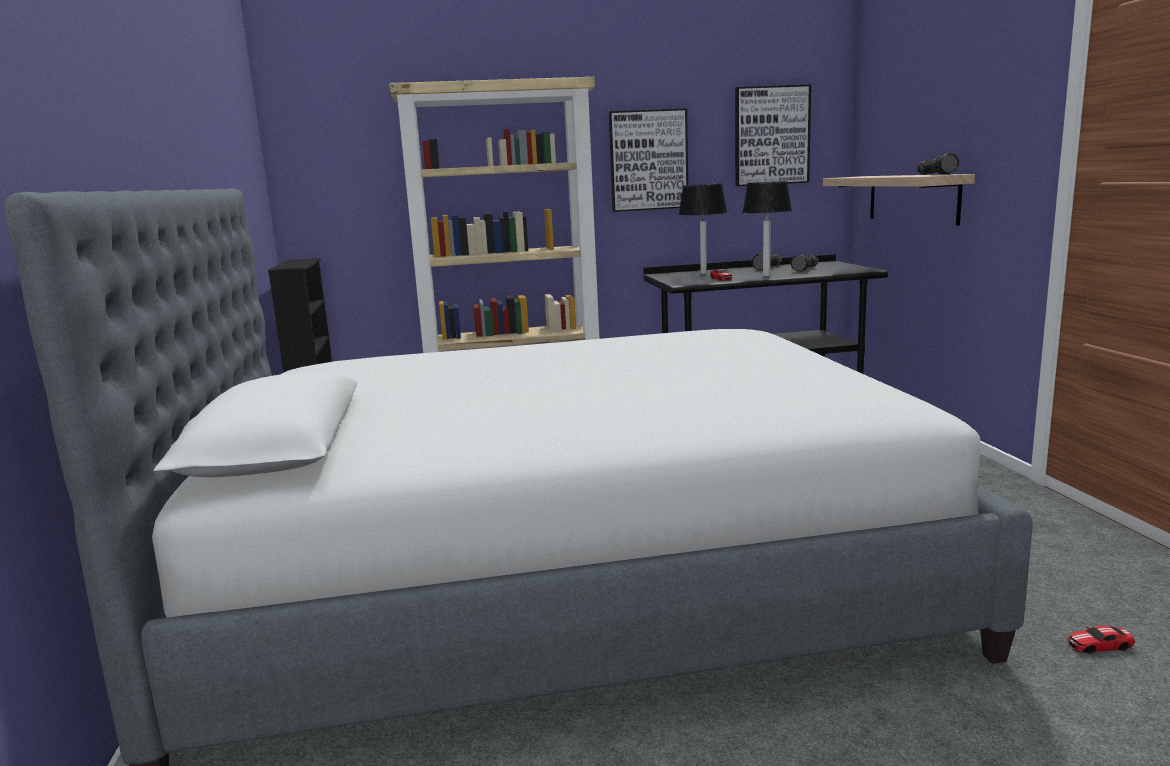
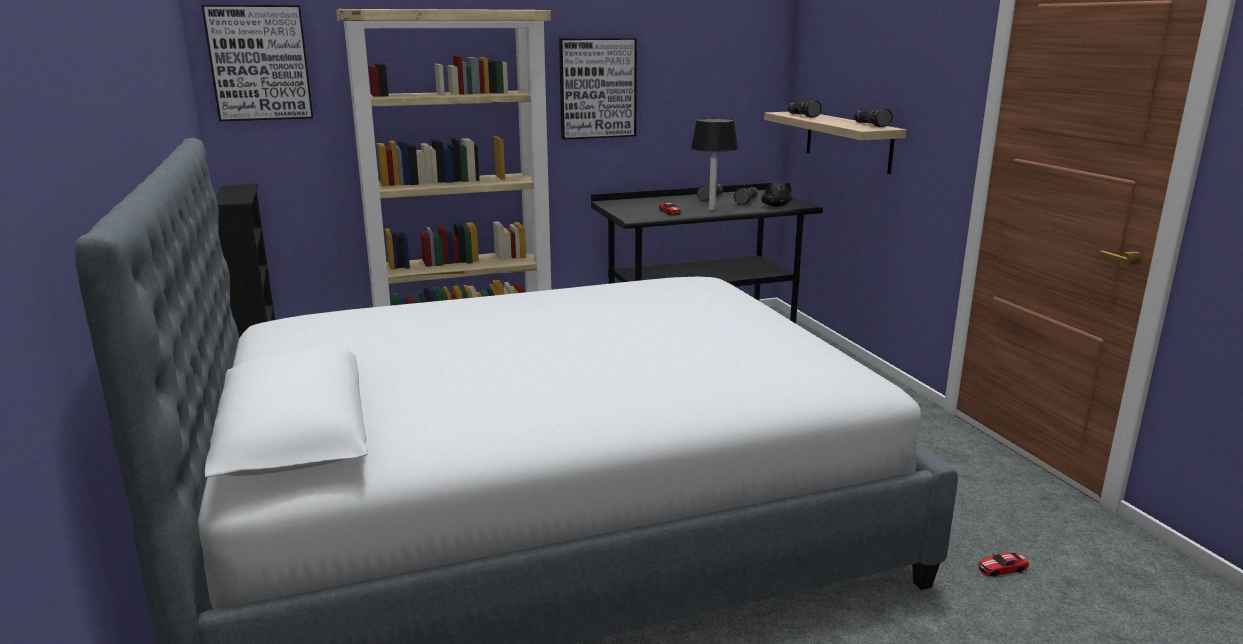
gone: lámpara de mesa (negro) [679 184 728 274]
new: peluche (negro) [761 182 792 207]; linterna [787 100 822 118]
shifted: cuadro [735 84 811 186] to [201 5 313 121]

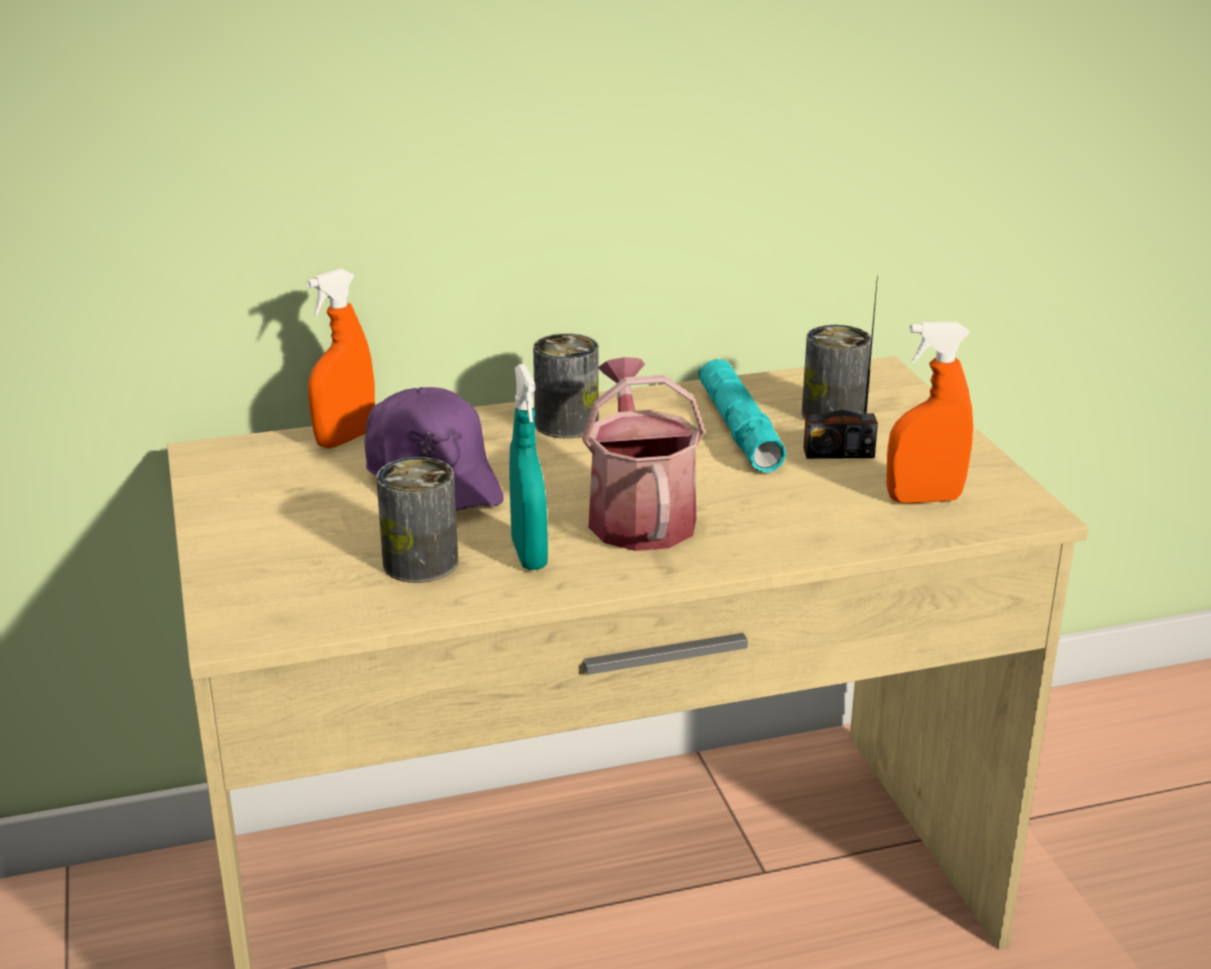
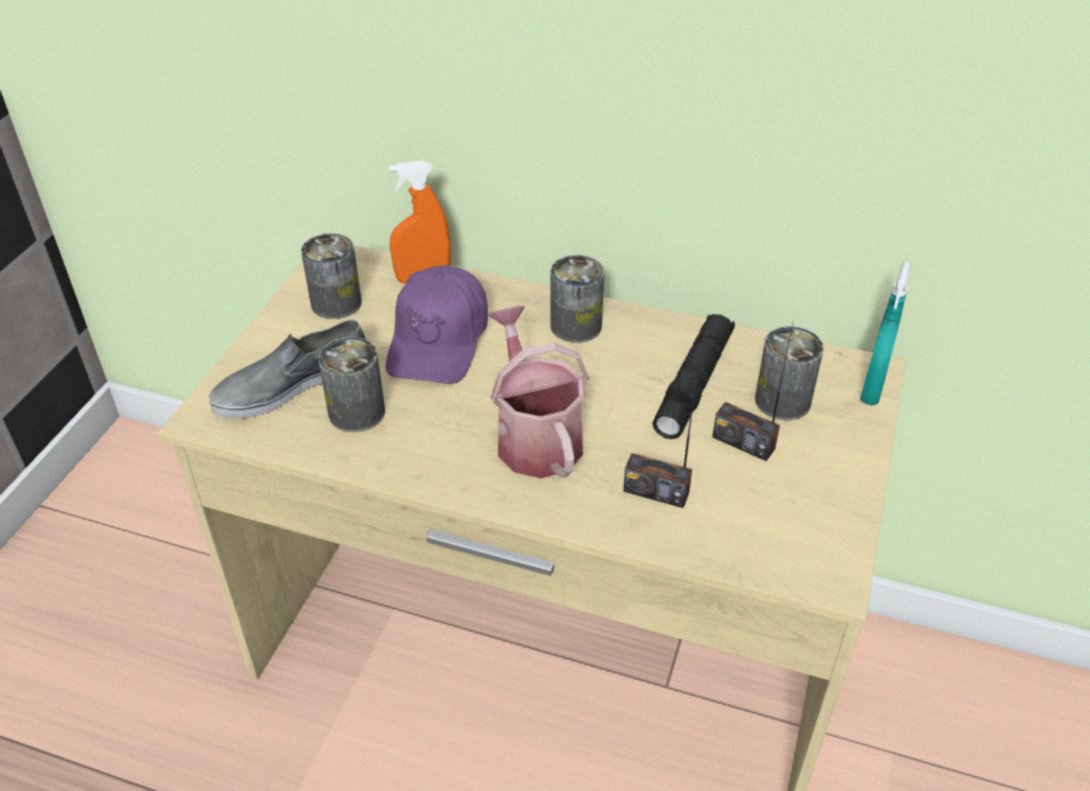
gone: pulverizador (naranja) [886 322 973 503]
new: zapato (gris) [209 319 366 419]; lata [301 233 362 319]; radio [623 365 698 508]
shifted: pulverizador (turquesa) [509 364 548 570] to [860 262 912 405]
repainted: linterna (turquesa) [698 359 786 473] to linterna (negro) [652 314 735 439]
rotated: regadera [582 357 706 551] = [487 306 589 478] 45 degrees counterclockwise

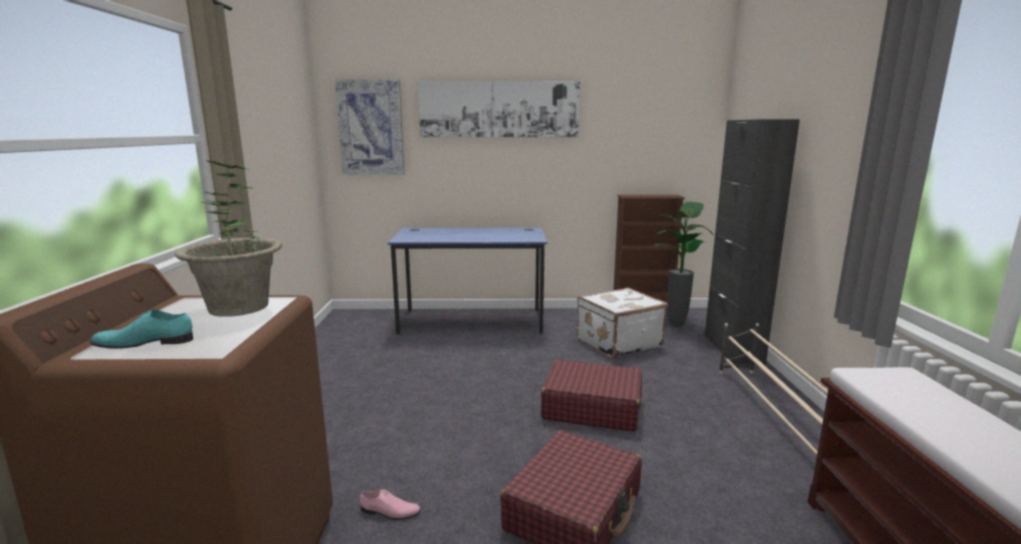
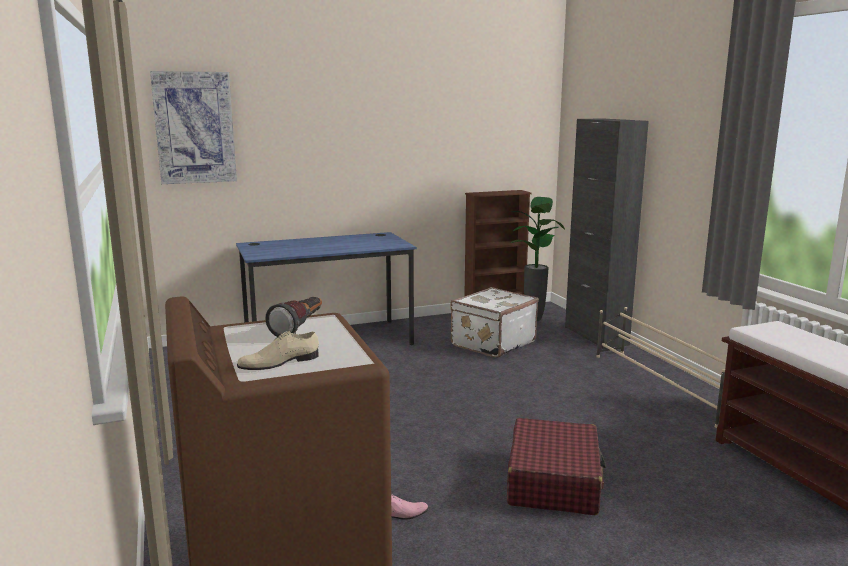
gone: cuadro [418 81 580 137]; maleta (rojo) [541 360 642 432]
swapped: planta en maceta [175 161 282 317] to linterna [265 297 322 337]
repainted: zapato (turquesa) [90 309 193 349] to zapato (beis) [237 331 319 370]

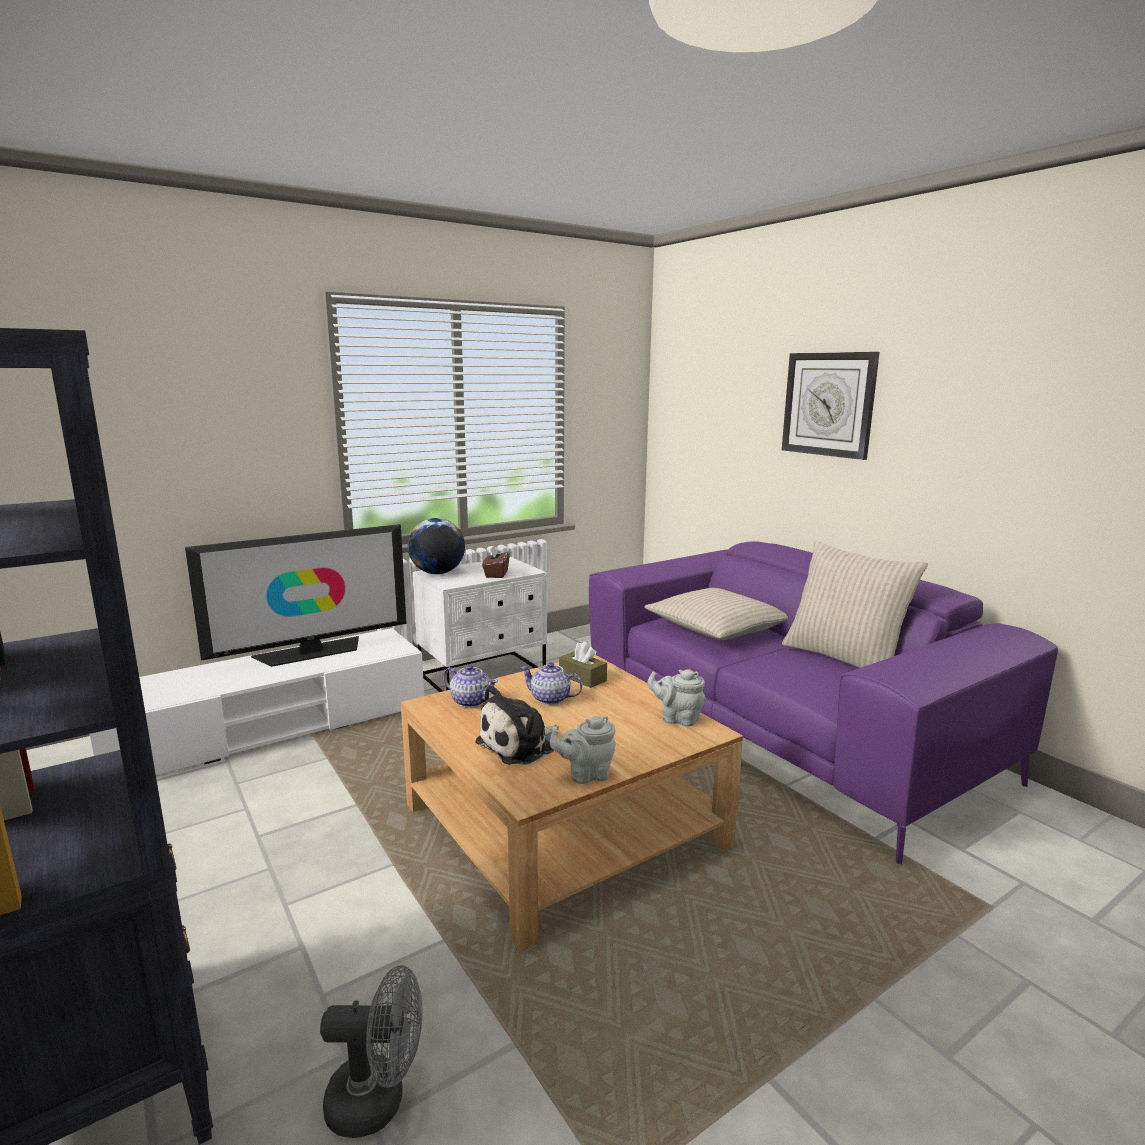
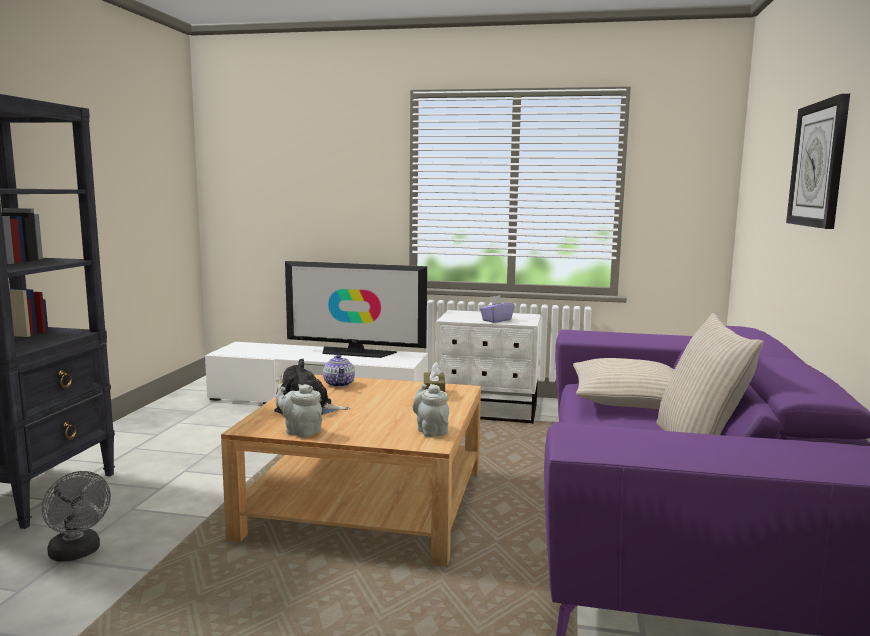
gone: globo terráqueo [408 518 465 574]; tetera [520 662 583 705]
repainted: caja de pañuelos (marrón) [482 546 510 578] to caja de pañuelos (morado) [480 295 515 323]

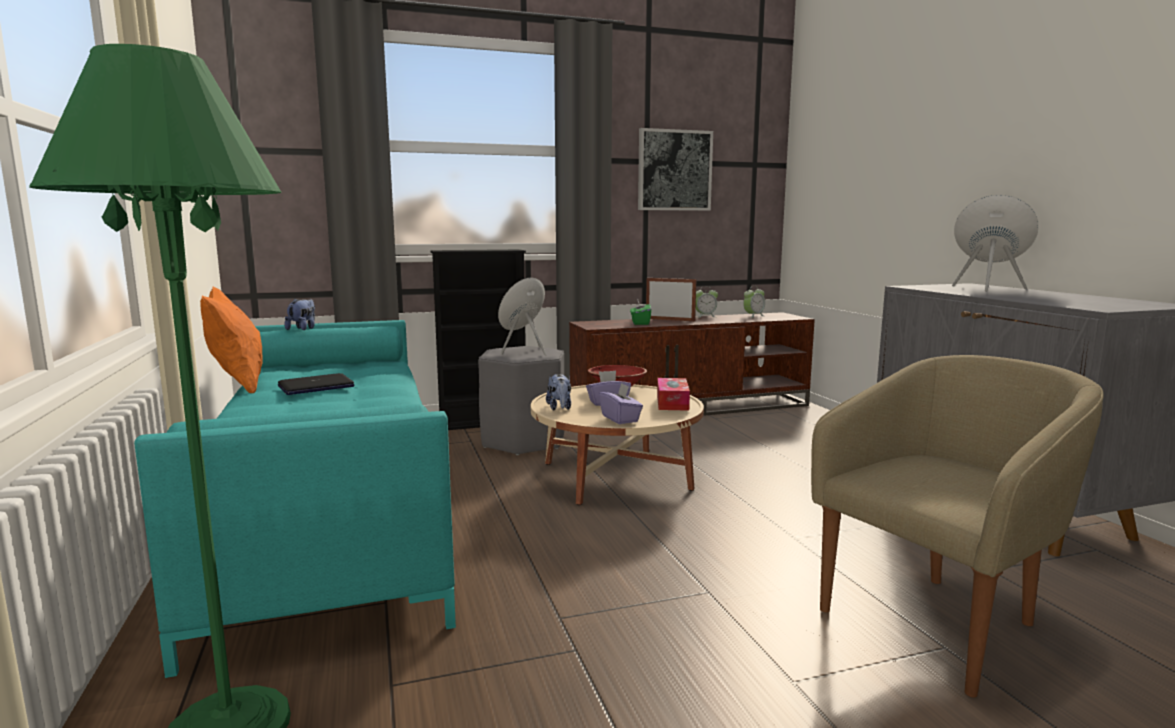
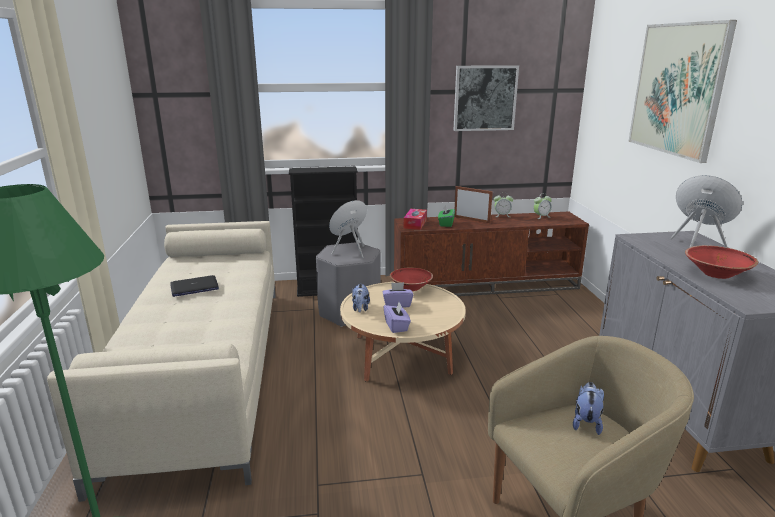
gone: cojín (naranja) [200 287 263 393]
new: cuadro [628 20 737 163]; cuenco (rojo) [685 245 758 279]
shifted: peluche [284 298 315 330] to [573 382 604 435]; caja de pañuelos [657 378 690 411] to [404 209 427 230]
repainted: sofá (turquesa) [134 320 456 678] to sofá (beis) [47 221 276 502]

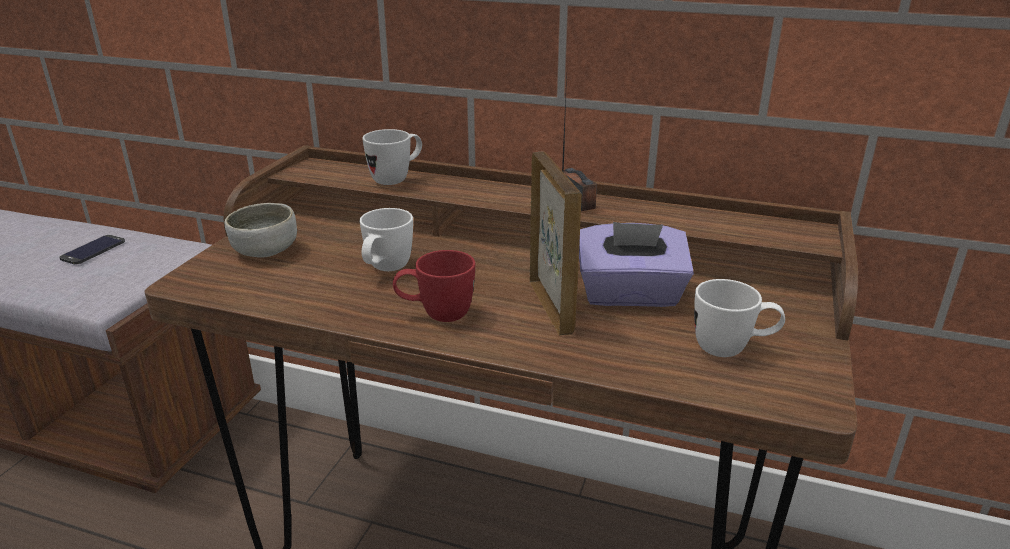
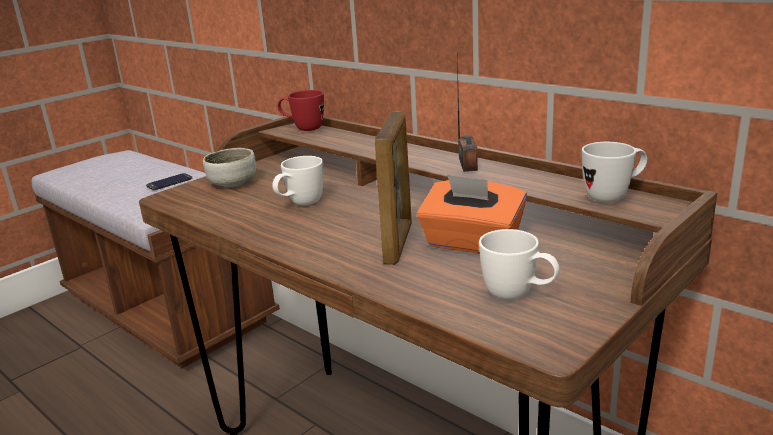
shifted: taza grande (blanco) [362 129 422 185] to [582 142 647 202]; taza grande (rojo) [393 250 475 322] to [278 90 324 131]
repainted: caja de pañuelos (morado) [579 222 694 307] to caja de pañuelos (naranja) [417 174 527 254]

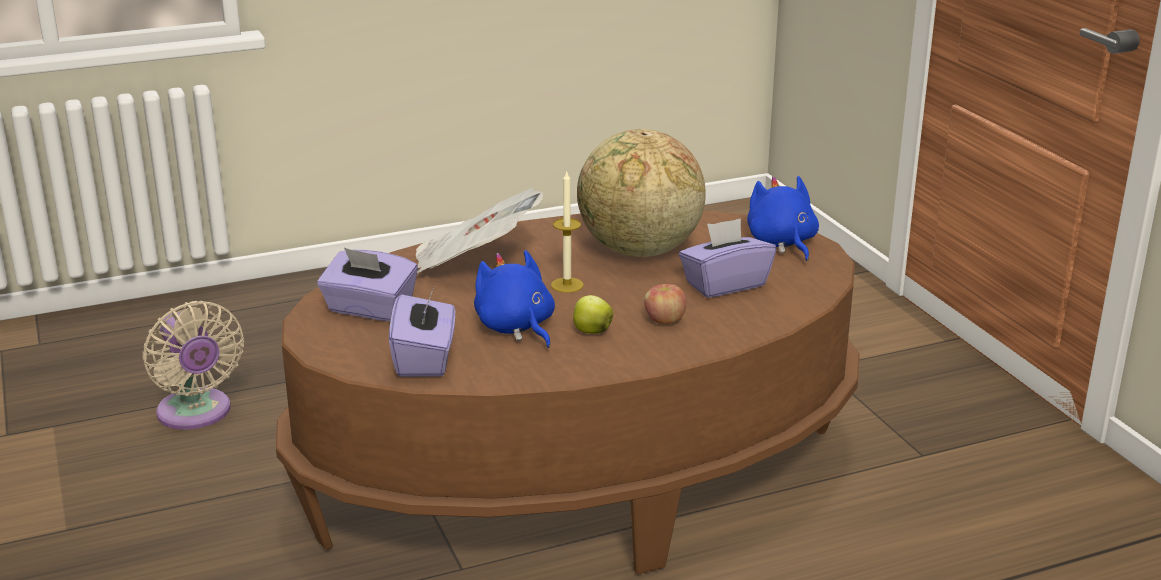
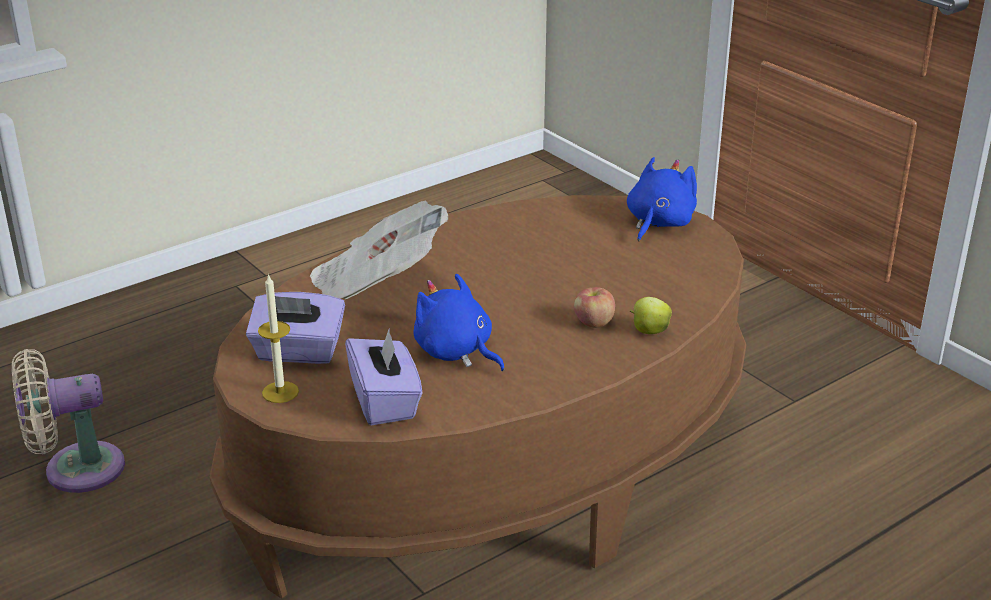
gone: globo terráqueo [577 129 706 257]; caja de pañuelos (morado) [679 218 776 298]
shifted: vela [551 172 584 293] to [258 274 299 403]; manzana [573 295 613 334] to [630 297 672 334]
rotated: ventilador (beis) [142 301 244 430] = [12 349 125 493] 120 degrees clockwise; peluche (azul) [747 176 819 261] = [627 157 697 241] 60 degrees clockwise

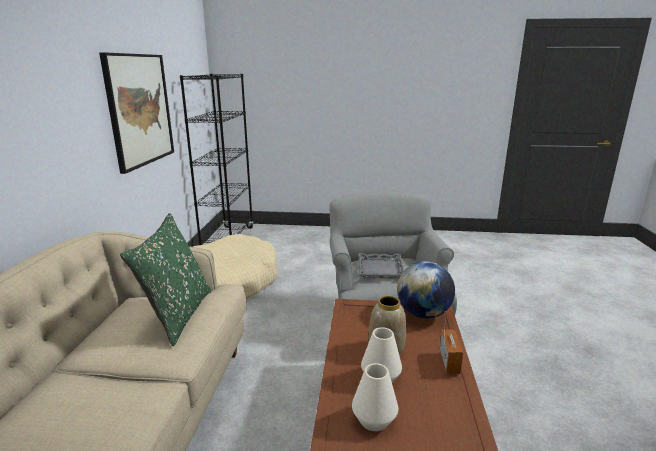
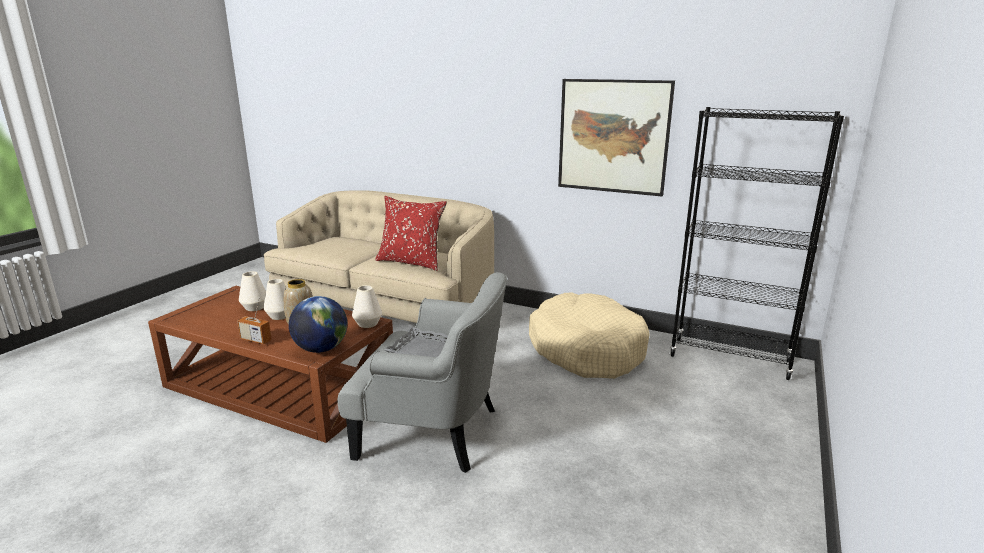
new: florero (blanco) [352 285 382 328]
repainted: cojín (verde) [120 213 211 346] to cojín (rojo) [375 196 447 271]

